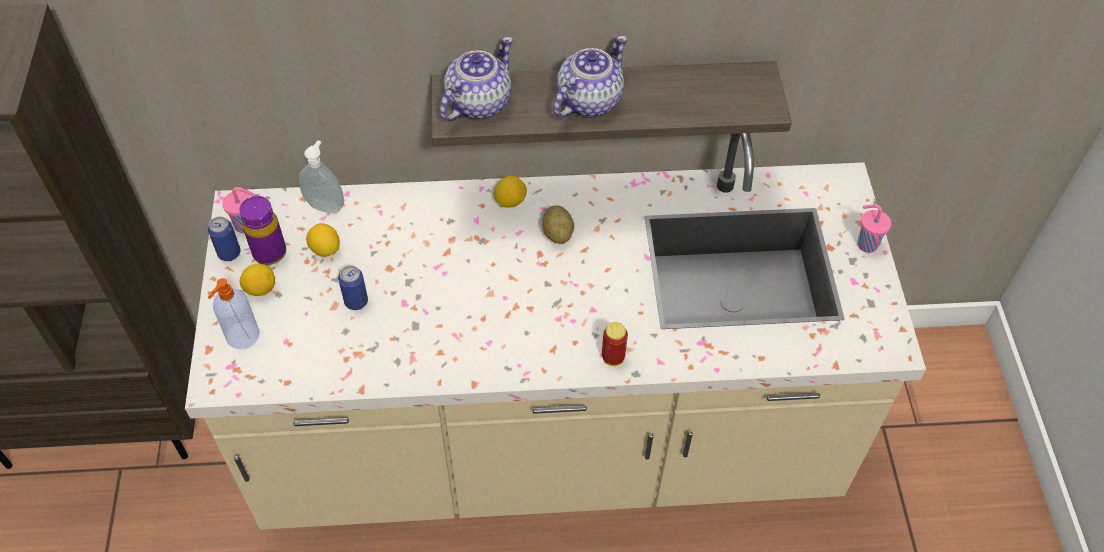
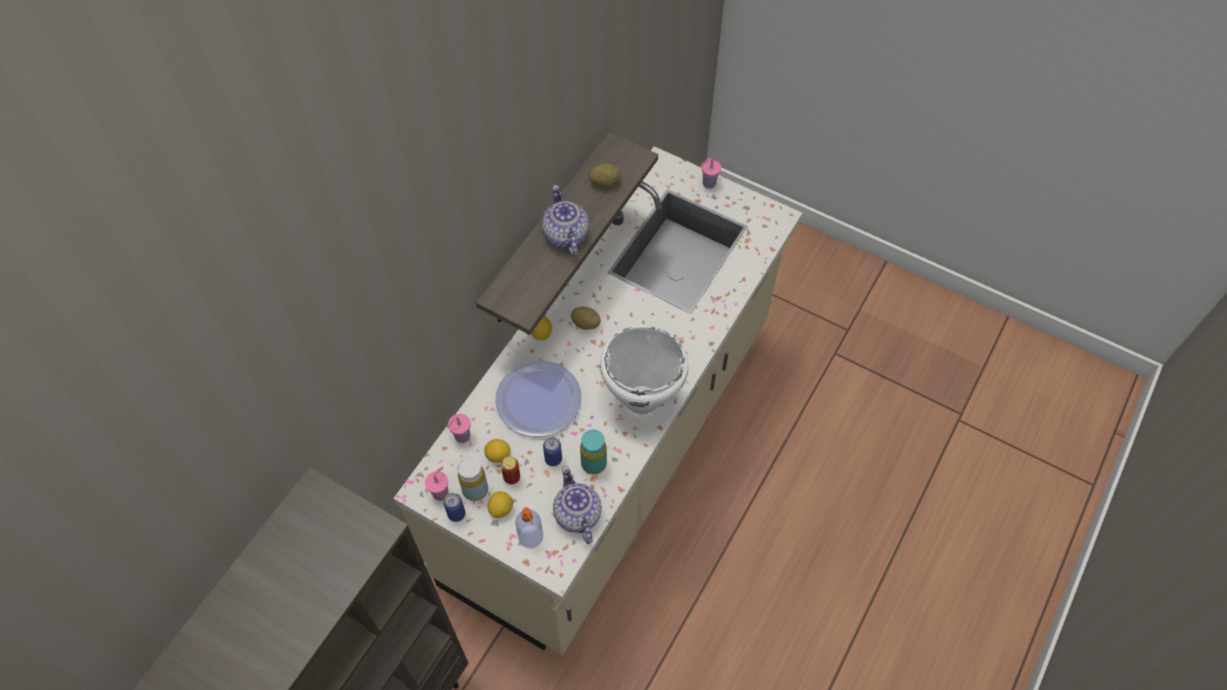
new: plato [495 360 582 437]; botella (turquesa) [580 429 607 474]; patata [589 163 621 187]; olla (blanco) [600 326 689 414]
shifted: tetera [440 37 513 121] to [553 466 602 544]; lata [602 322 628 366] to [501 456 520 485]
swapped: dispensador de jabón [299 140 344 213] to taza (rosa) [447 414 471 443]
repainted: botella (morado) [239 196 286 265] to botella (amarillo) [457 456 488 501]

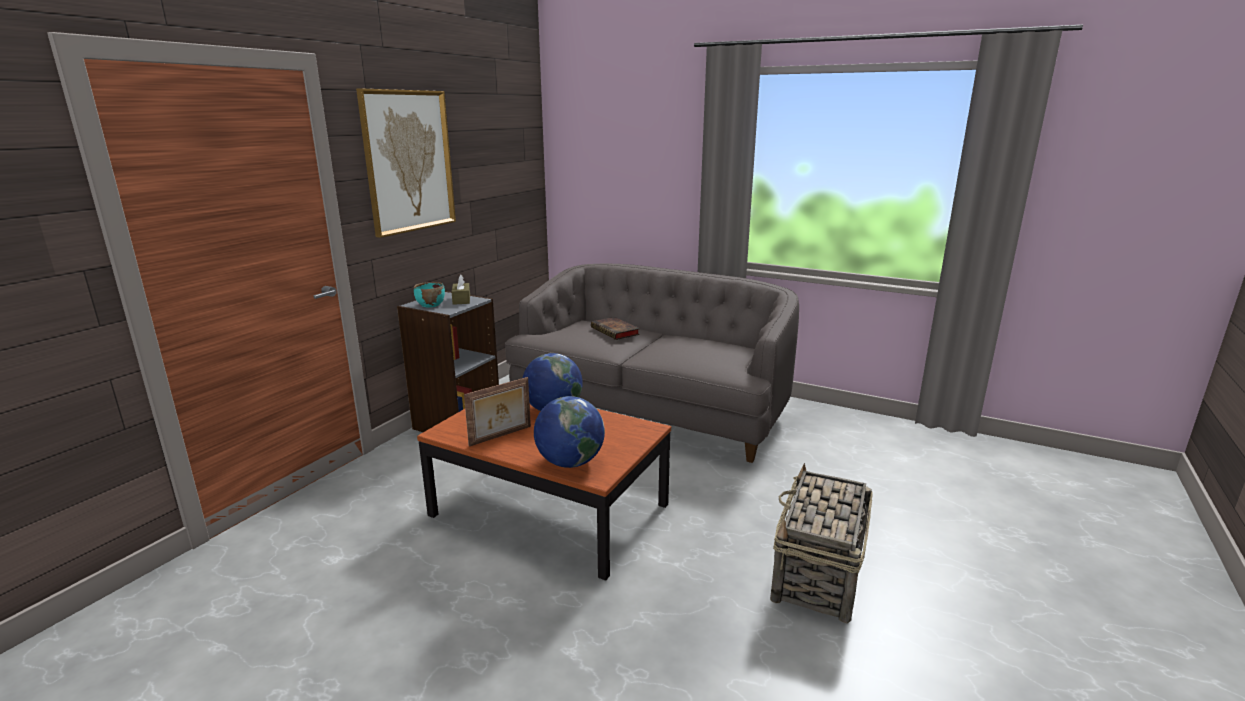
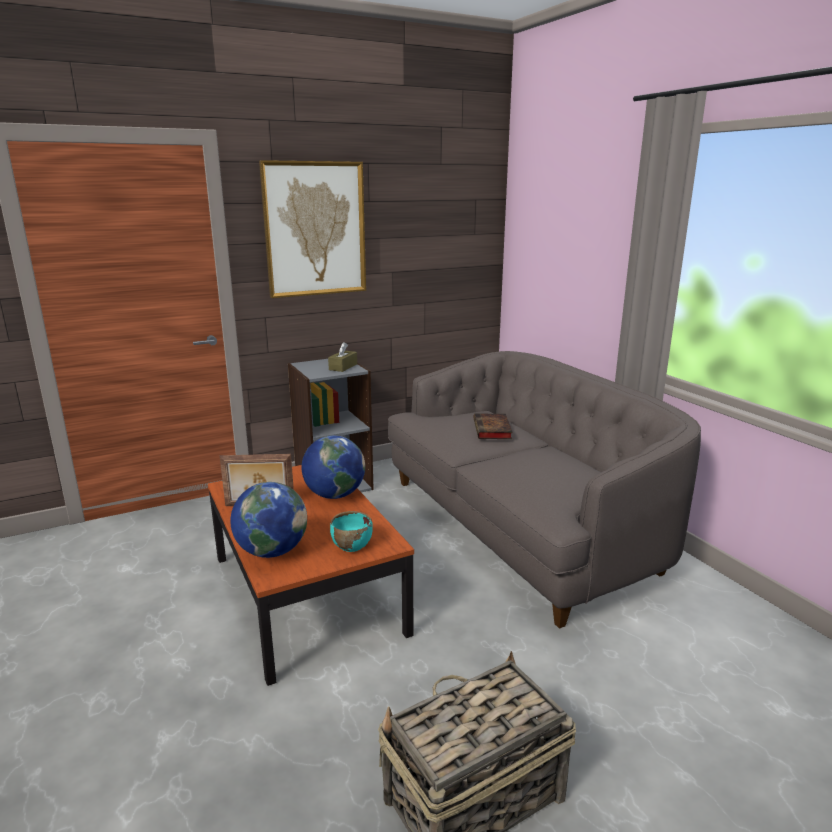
shifted: cuenco (turquesa) [414 282 445 307] to [330 511 373 552]

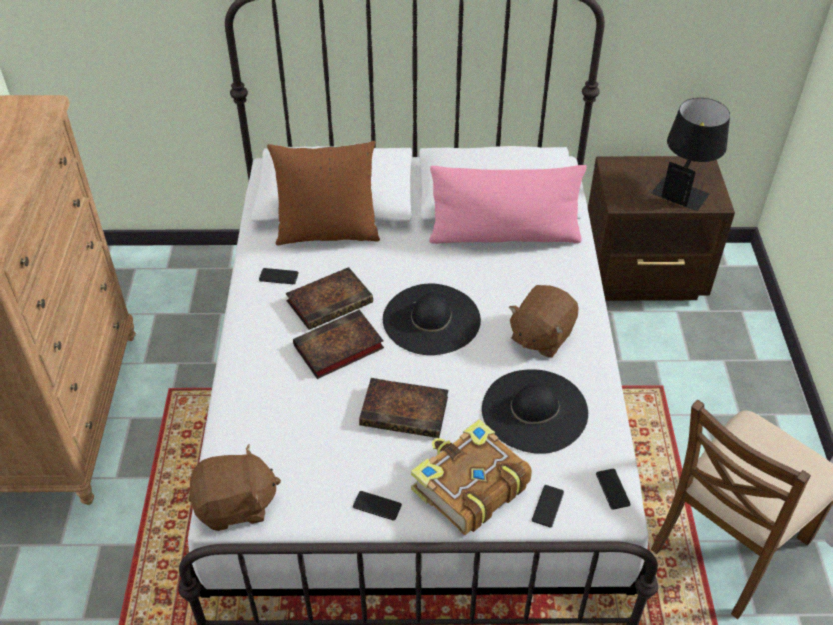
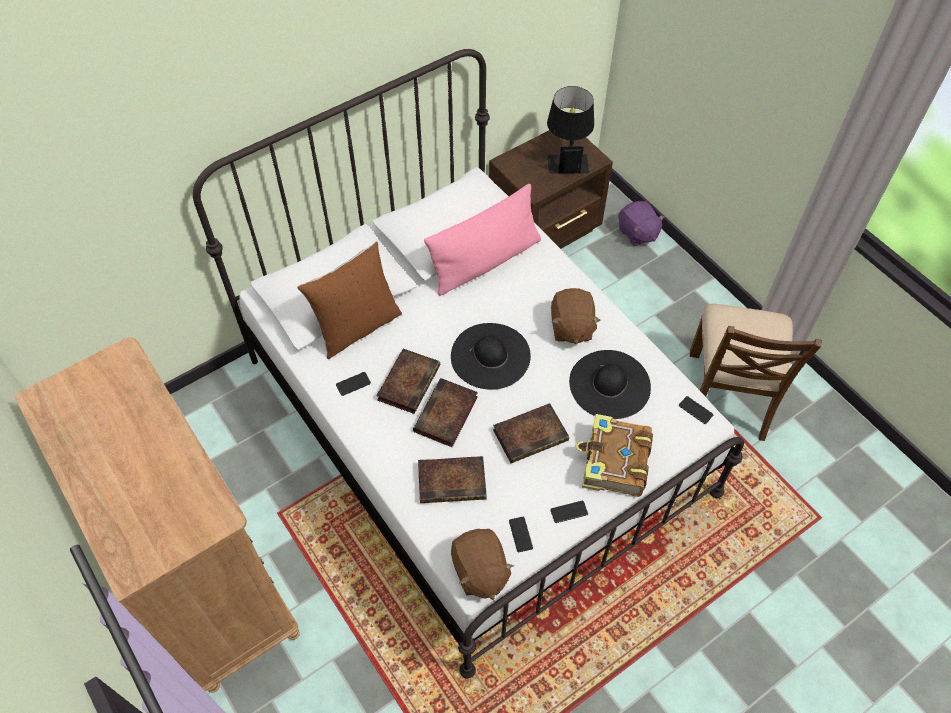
new: libro [418 456 487 503]; peluche (morado) [618 201 665 246]
shifted: móvil [532 485 564 527] to [509 517 533 552]
rotated: peluche (marrón) [188 444 281 531] = [451 529 514 600] 120 degrees clockwise

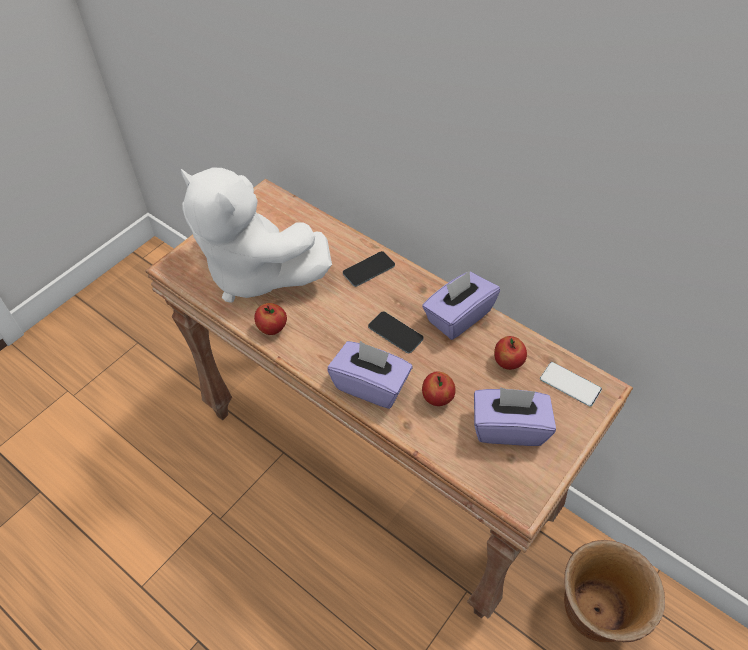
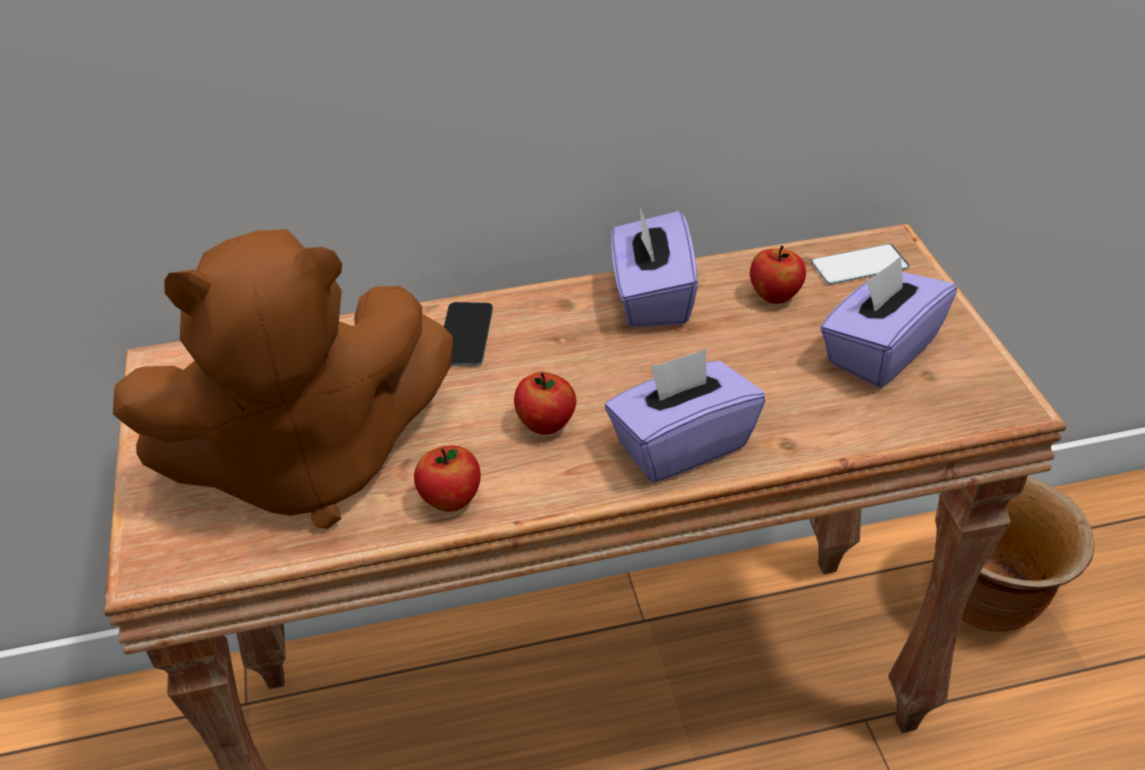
gone: móvil [368 312 424 353]
shifted: manzana [422 371 456 406] to [514 372 577 434]
repainted: peluche (blanco) [181 167 332 303] to peluche (marrón) [113 229 453 529]

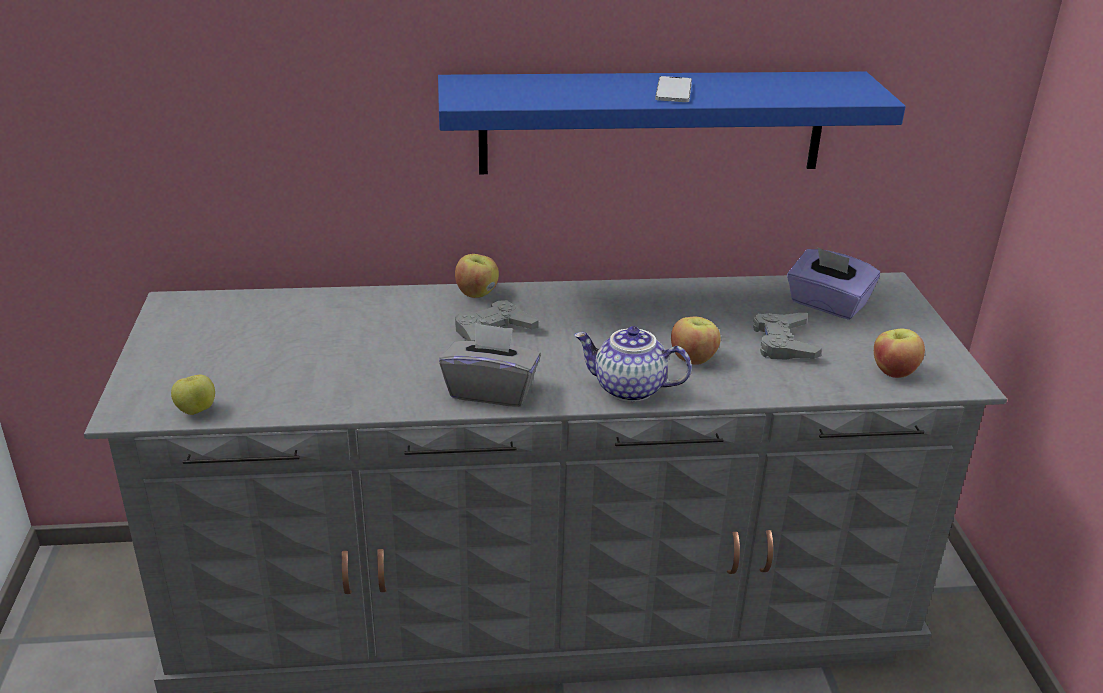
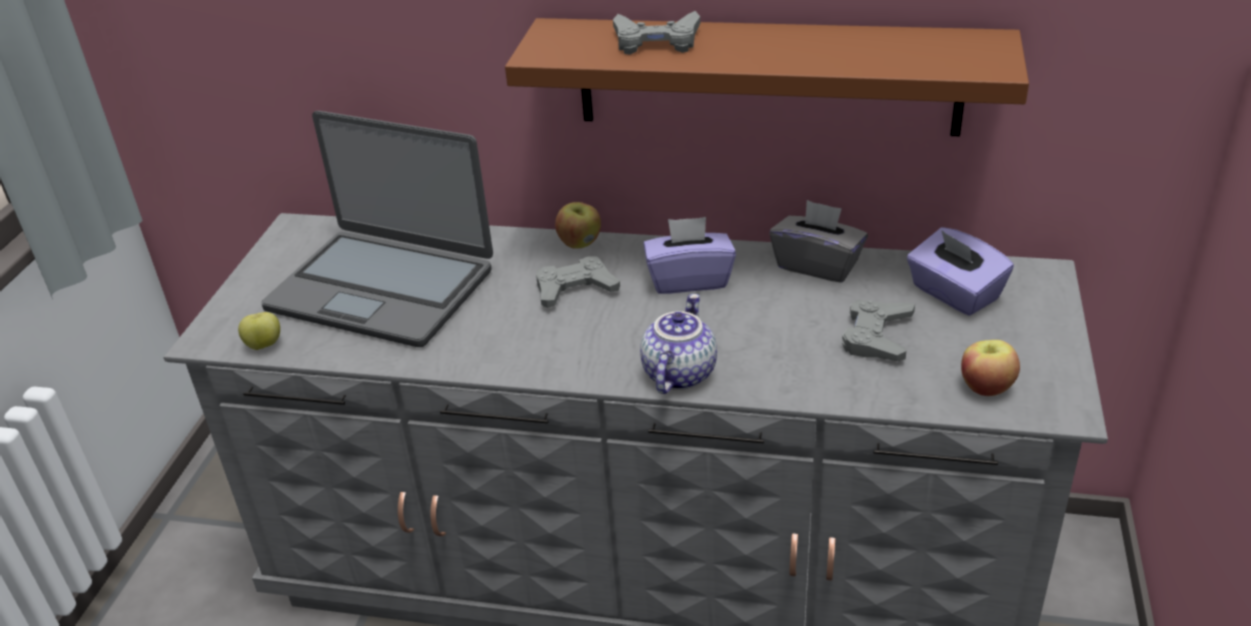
gone: móvil [655 76 692 102]; manzana [671 317 721 365]
new: portátil [261 111 493 347]; mando de consola (gris) [613 11 700 55]; caja de pañuelos (morado) [643 217 736 294]
shifted: caja de pañuelos (gris) [439 323 541 407] to [769 200 868 283]
repainted: estante (azul) [438 71 906 174] to estante (marrón) [505 18 1029 136]
rotated: tetera [574 326 692 402] = [640 294 717 394] 75 degrees clockwise

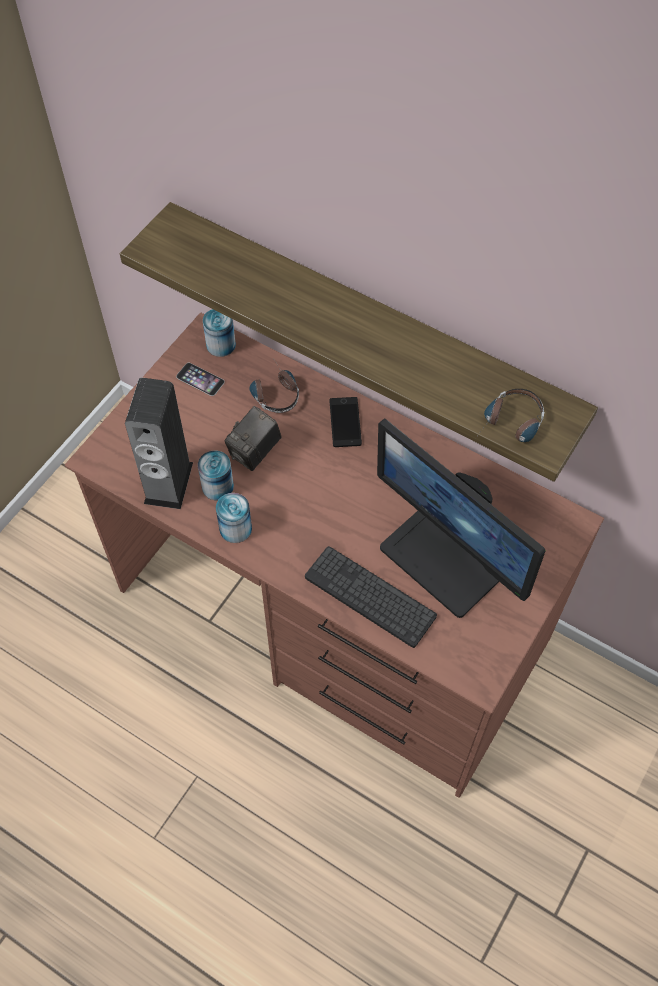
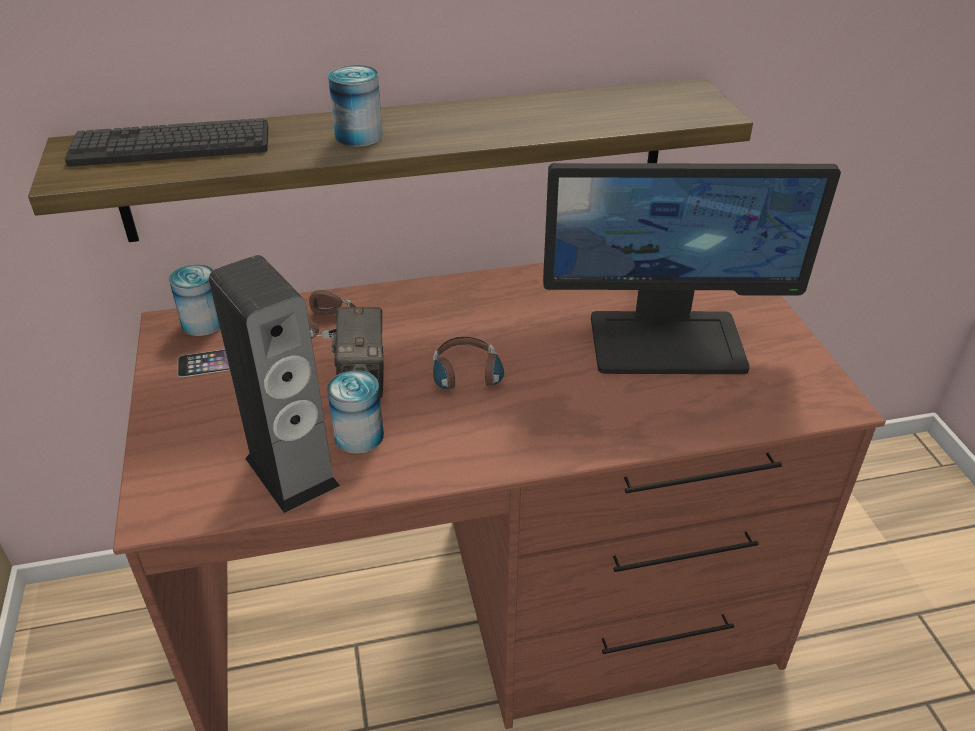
gone: móvil [329 397 362 447]
shifted: lata [216 493 252 543] to [328 65 383 147]; teclado [305 546 437 648] to [65 118 268 167]; auriculares [476 389 544 442] to [433 337 504 405]

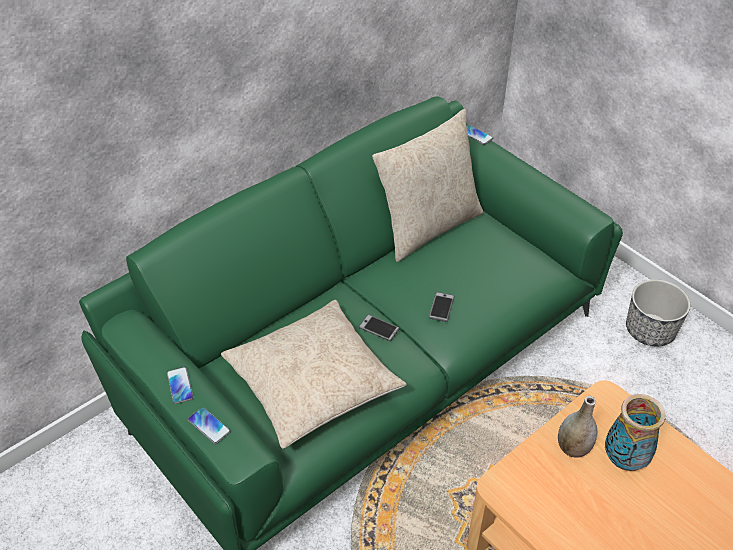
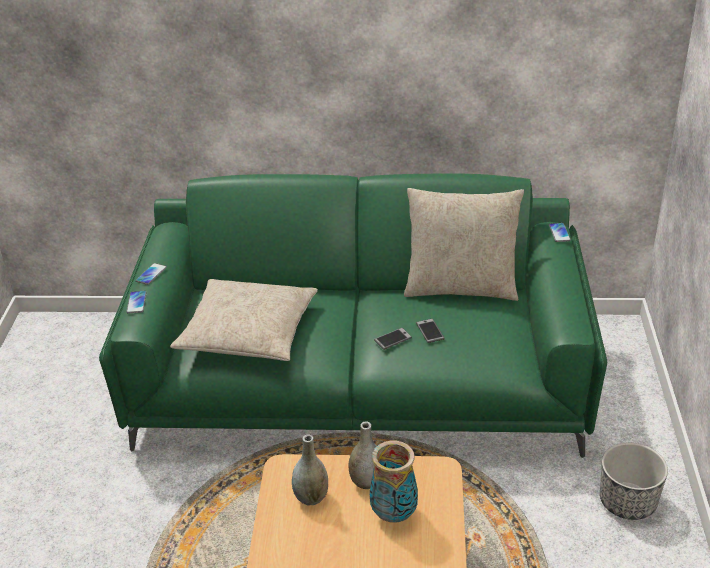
new: florero (gris) [292 435 328 506]
shifted: móvil [359 314 400 341] to [416 319 445 343]

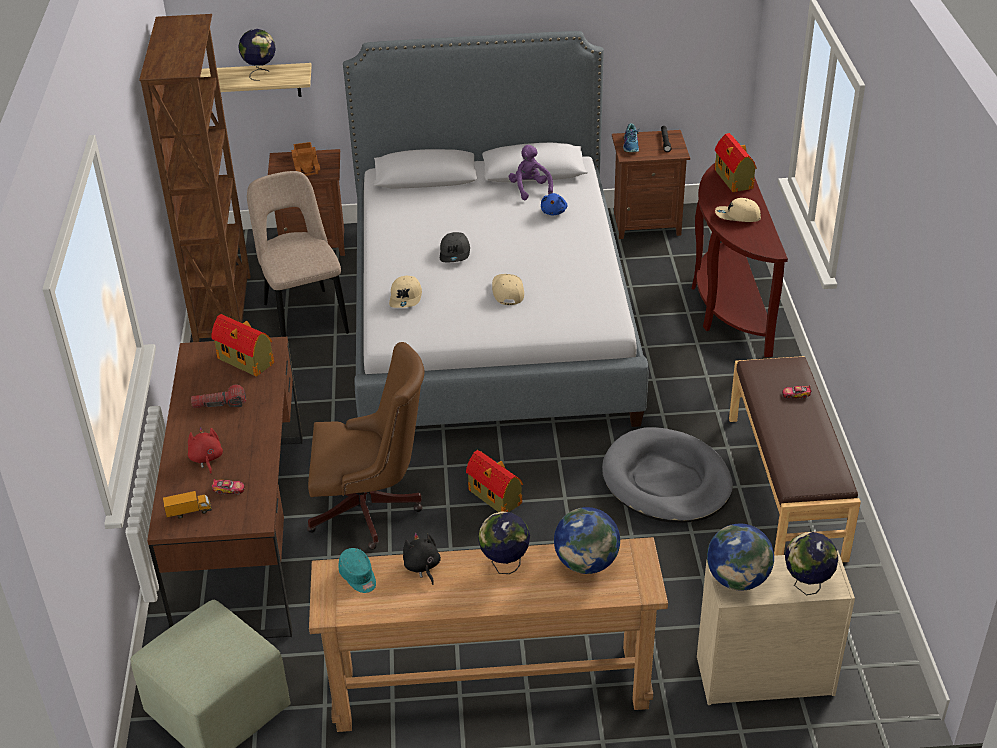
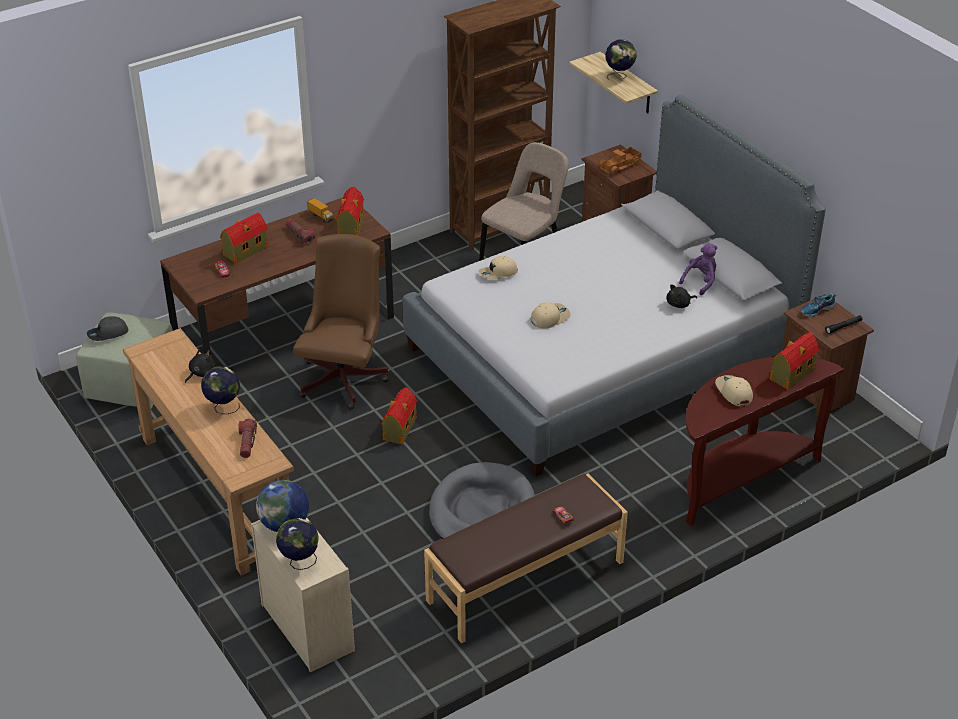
gone: gorra (turquesa) [338 548 376 593]
shifted: camión de juguete [163 491 212 519] to [307 198 334 223]; gorra (gris) [440 232 470 262] to [87 316 128 341]
swapped: peluche (rojo) [188 427 223 474] to casita [220 213 268 263]; globo terráqueo [554 507 620 574] to linterna [239 419 257 458]
repainted: peluche (azul) [541 193 567 215] to peluche (negro) [666 284 697 308]
rotated: silla de oficina (marrón) [307 342 425 550] = [293 234 389 409] 135 degrees counterclockwise

